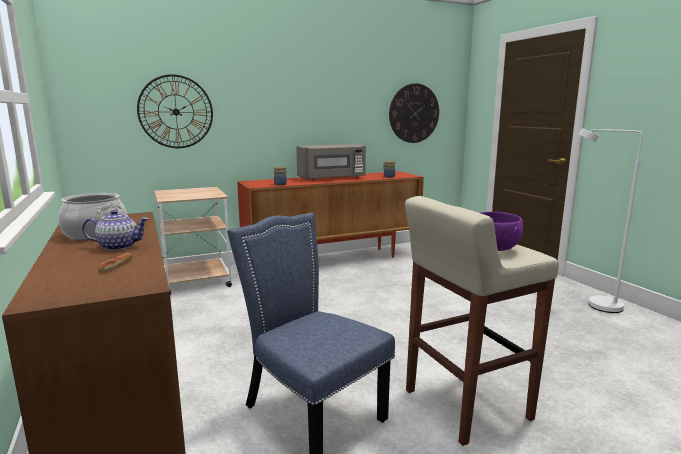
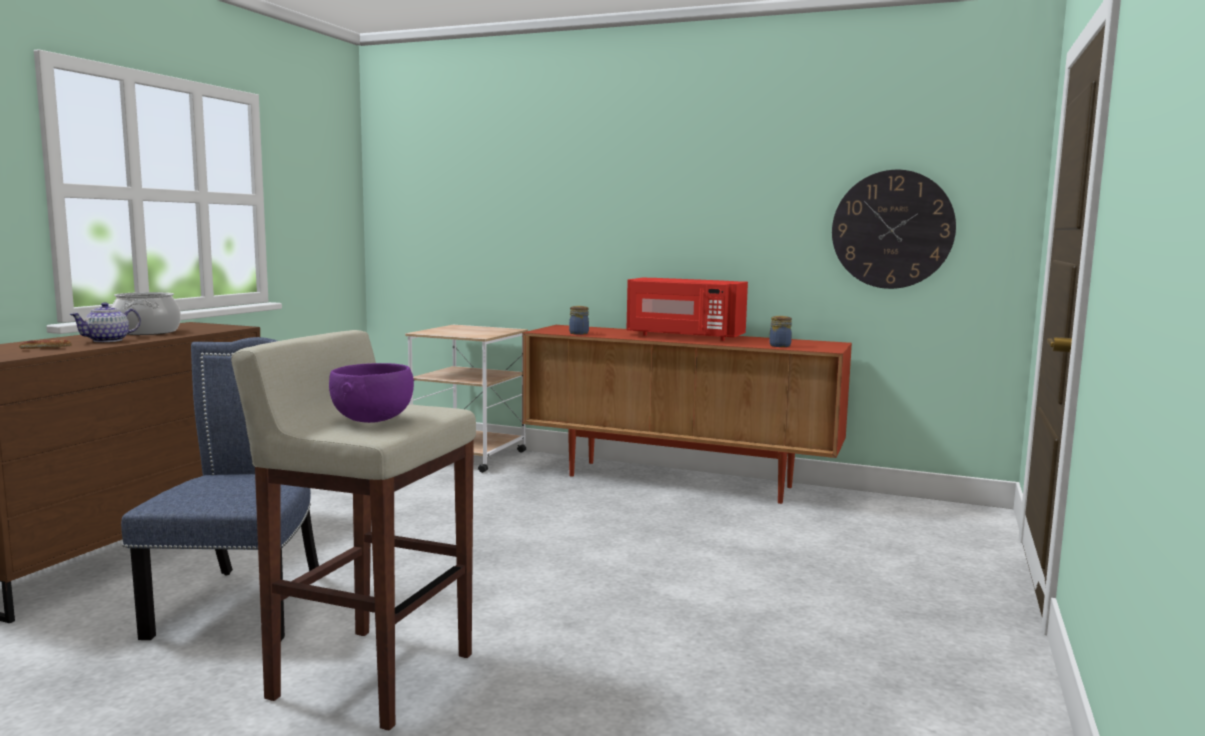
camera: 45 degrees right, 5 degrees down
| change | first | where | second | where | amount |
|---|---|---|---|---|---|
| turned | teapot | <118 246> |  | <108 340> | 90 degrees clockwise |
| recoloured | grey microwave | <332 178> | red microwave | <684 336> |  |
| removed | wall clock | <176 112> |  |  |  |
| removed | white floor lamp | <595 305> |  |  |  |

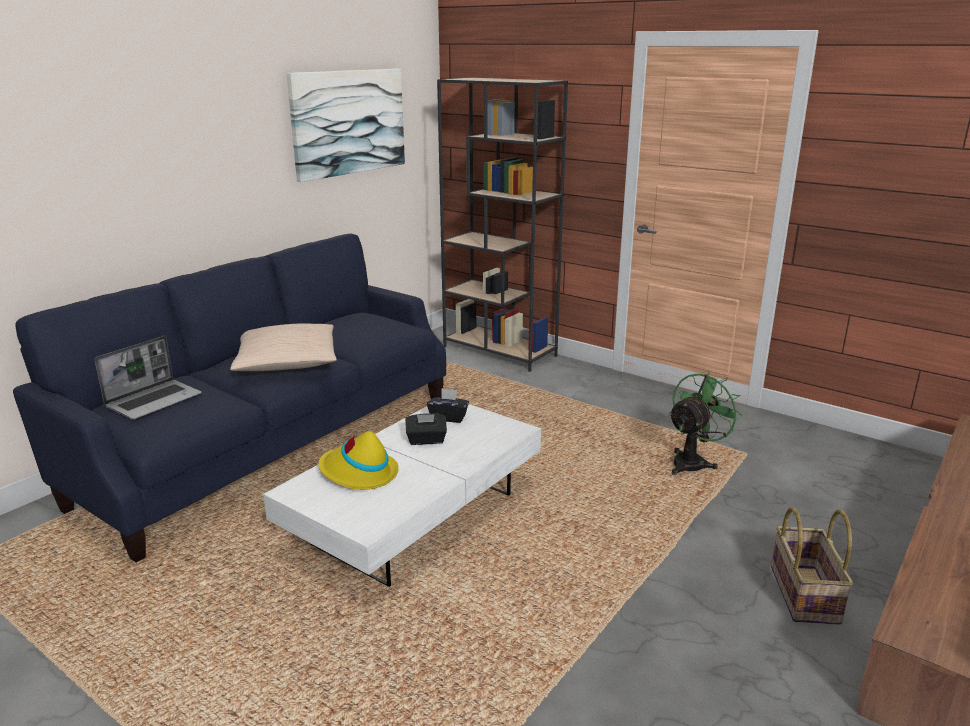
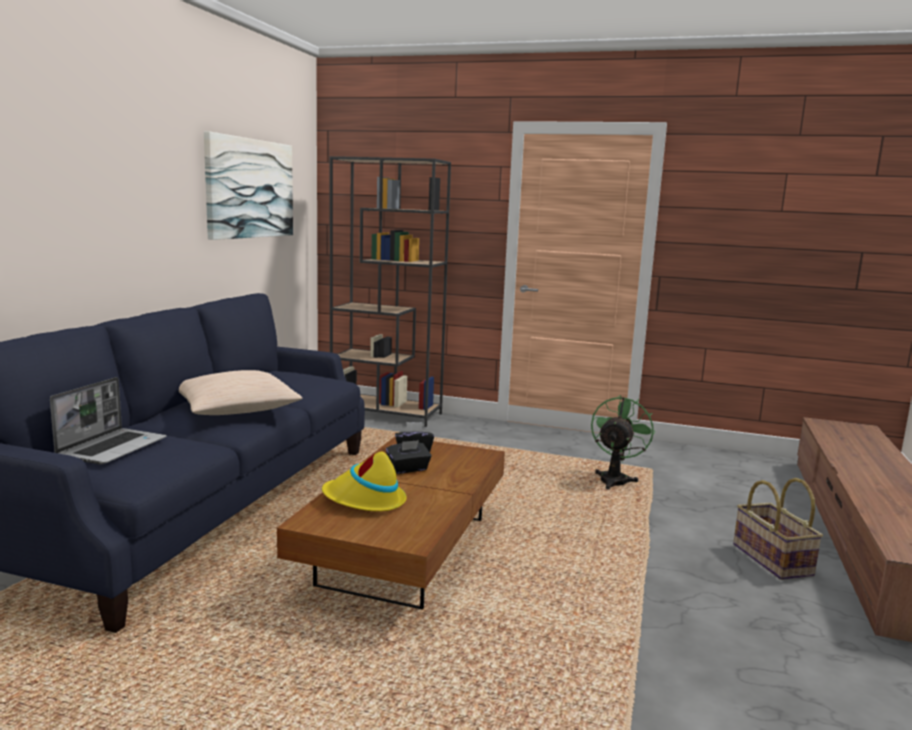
camera: 20 degrees left, 10 degrees down
| change | first | where | second | where | amount |
|---|---|---|---|---|---|
| recoloured | white coffee table | <415 519> | brown coffee table | <405 550> |  |

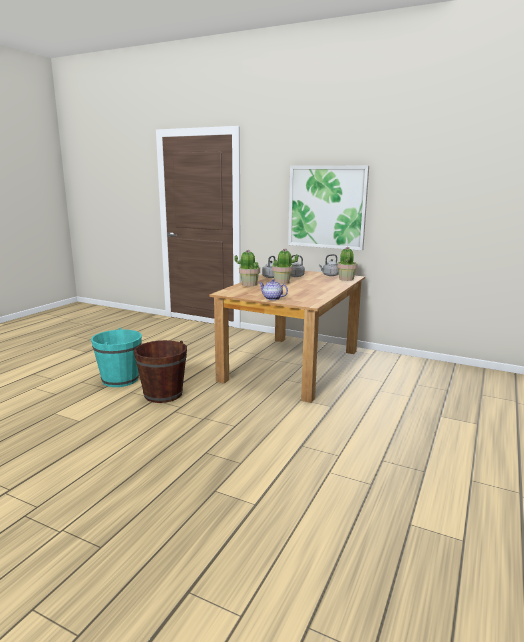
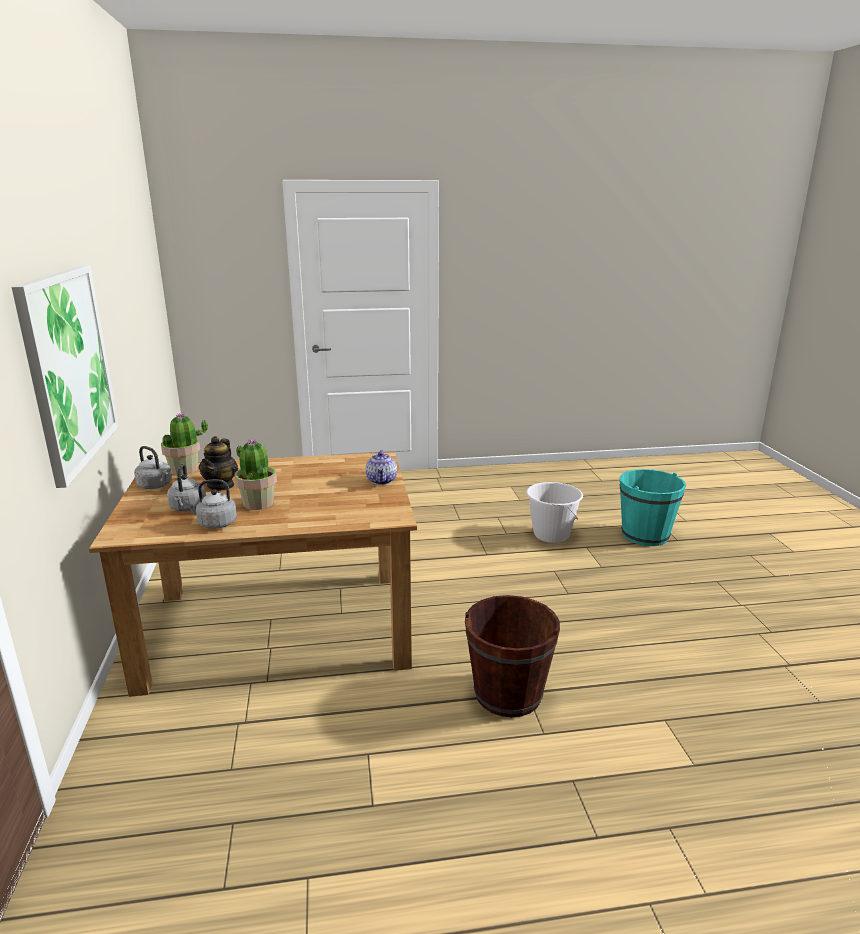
camera: 125 degrees left, 5 degrees up
| change | first | where | second | where | amount |
|---|---|---|---|---|---|
| added |  |  | teapot | <221 485> |  |
| added |  |  | white bucket | <551 535> |  |
| moved | turquoise bucket | <120 380> |  | <645 535> |  |
| removed | potted plant | <249 284> |  |  |  |

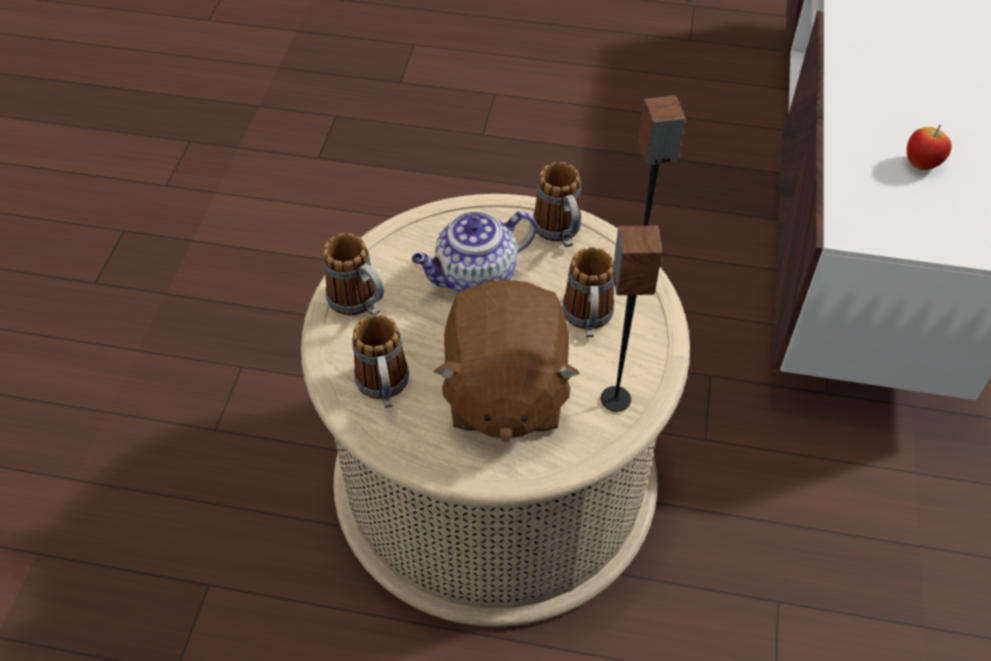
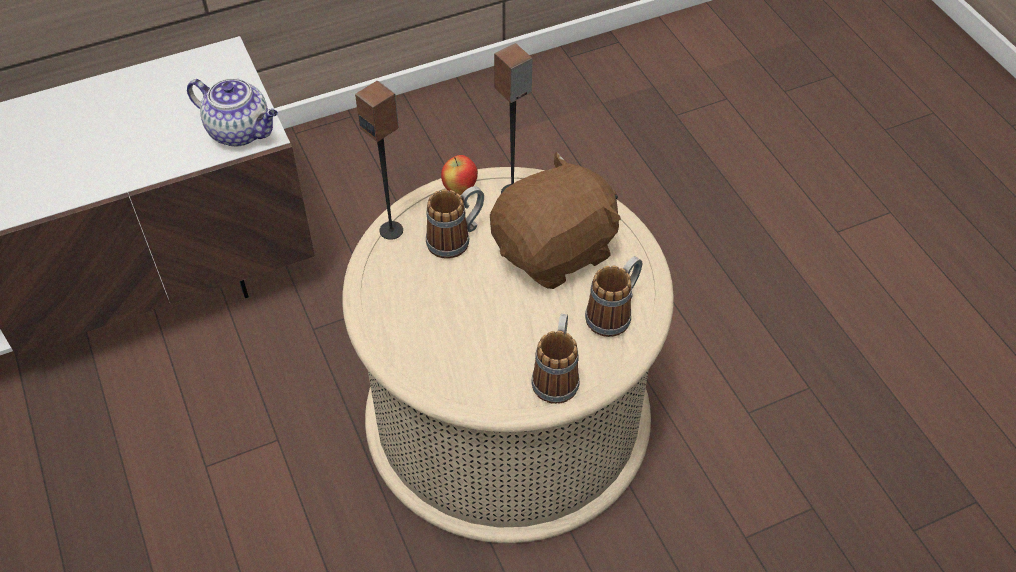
camera: 125 degrees left, 0 degrees up
| change | first | where | second | where | amount |
|---|---|---|---|---|---|
| moved | teapot | <475 277> |  | <241 131> |  |
| moved | apple | <921 164> |  | <460 189> |  |
| removed | mug | <560 233> |  |  |  |

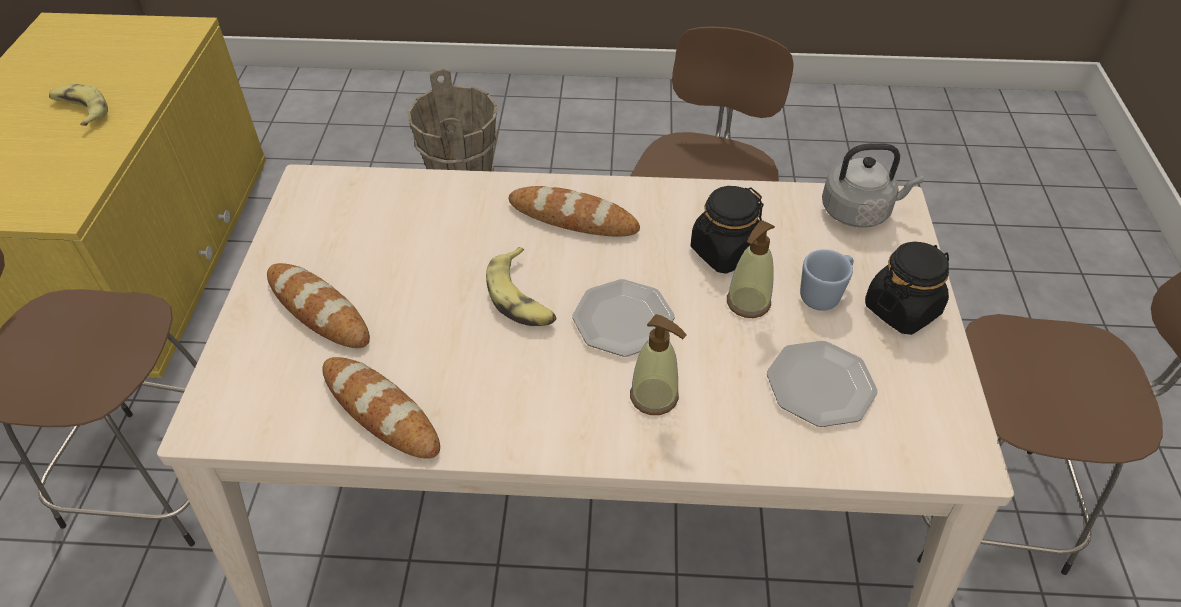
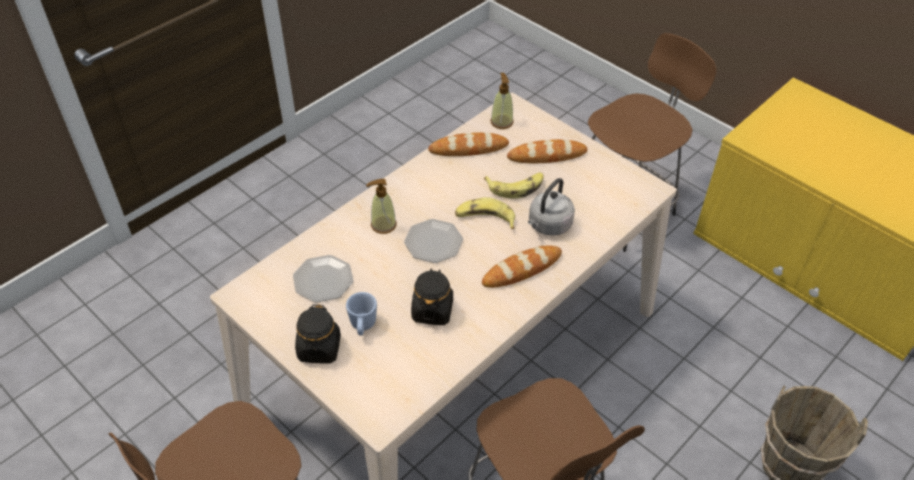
camera: 130 degrees right, 0 degrees up
| change | first | where | second | where | amount |
|---|---|---|---|---|---|
| moved | banana | <81 110> |  | <516 187> |  |
| moved | soap dispenser | <748 303> |  | <501 122> |  |
| moved | grey kettle | <859 211> |  | <548 225> |  |

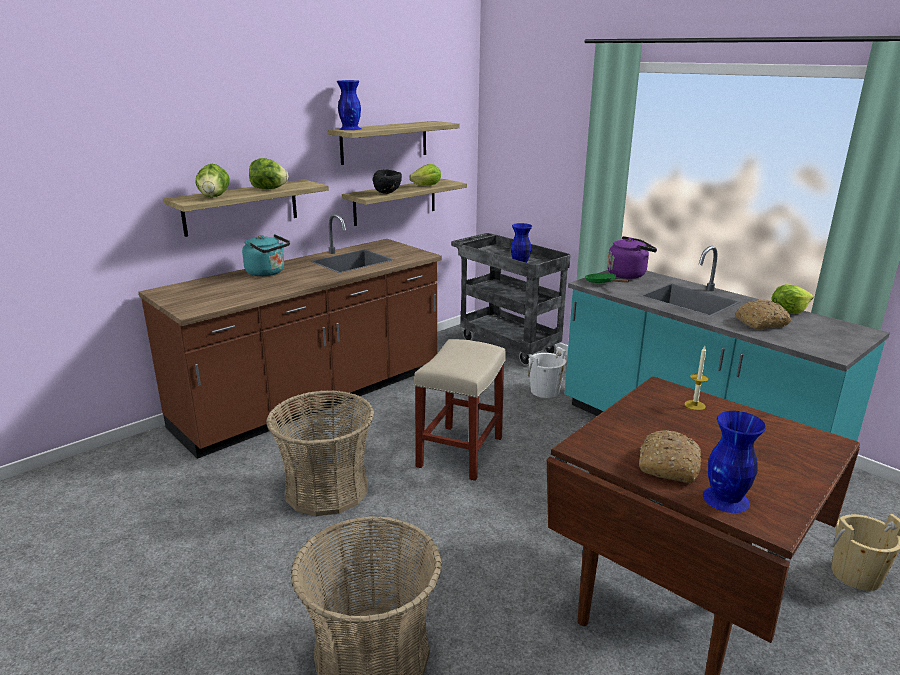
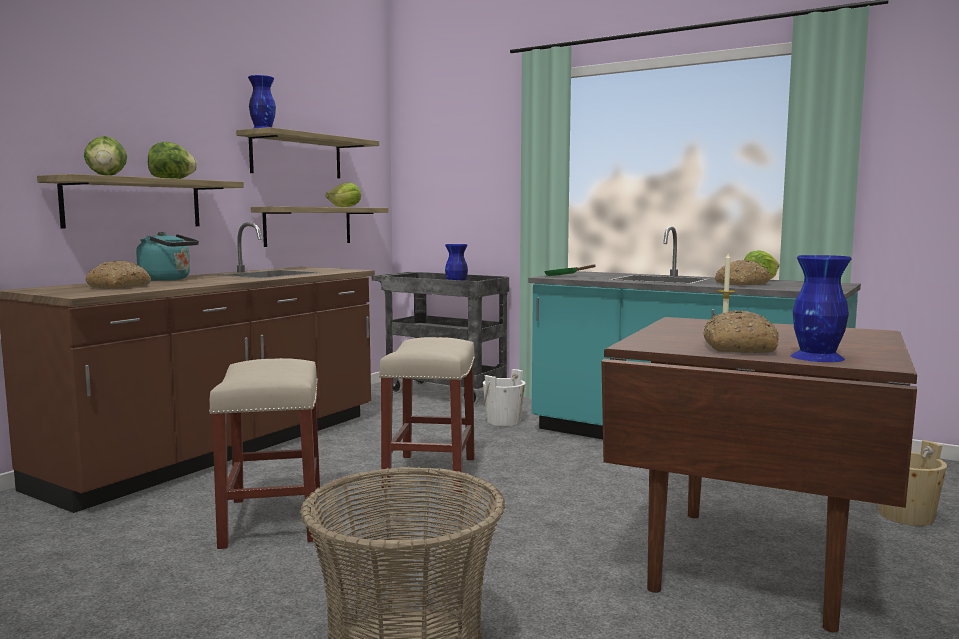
camera: 15 degrees left, 15 degrees down
| change | first | where | second | where | amount |
|---|---|---|---|---|---|
| added |  |  | bread | <119 286> |  |
| replaced | basket | <327 490> | beige stool | <273 520> |  |
| removed | black bowl | <388 193> |  |  |  |
| removed | purple kettle | <628 274> |  |  |  |

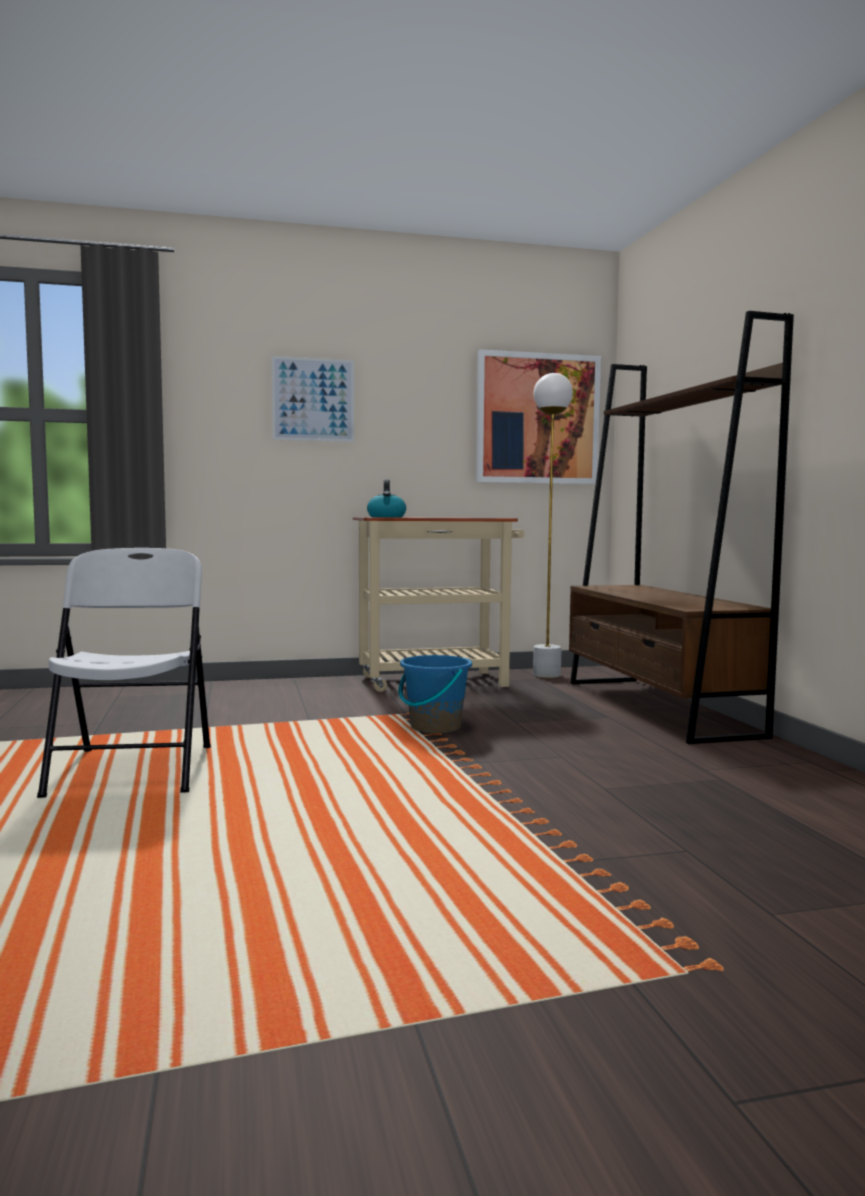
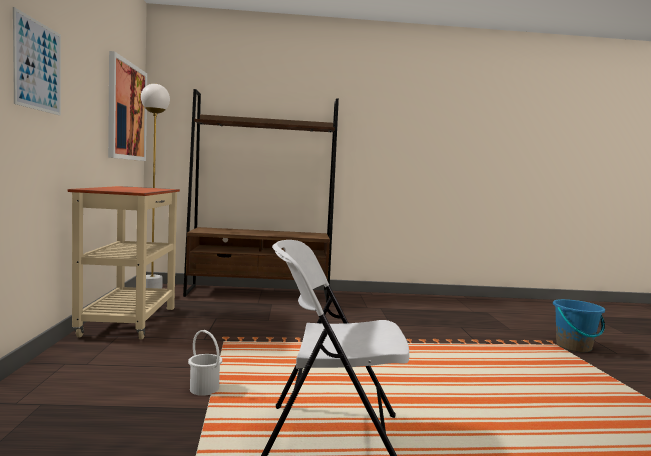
camera: 80 degrees left, 0 degrees up
| change | first | where | second | where | amount |
|---|---|---|---|---|---|
| added |  |  | white bucket | <204 389> |  |
| moved | blue bucket | <435 727> |  | <574 347> |  |
| removed | kettle | <386 517> |  |  |  |

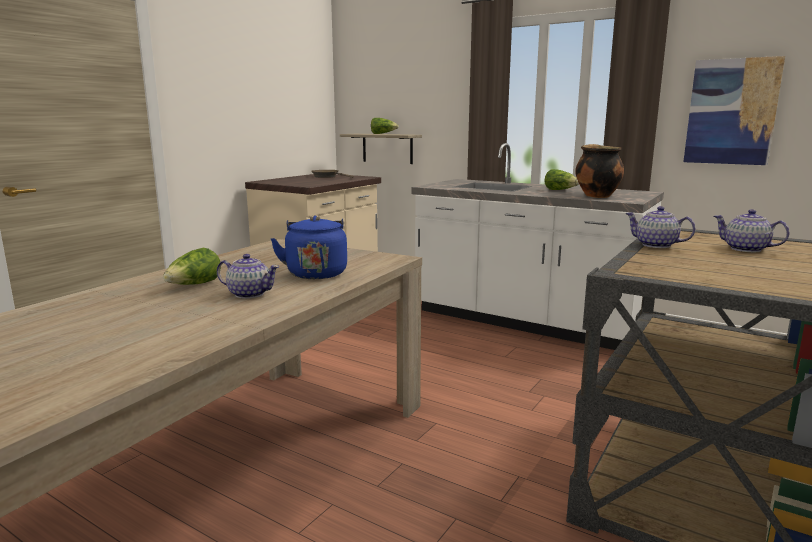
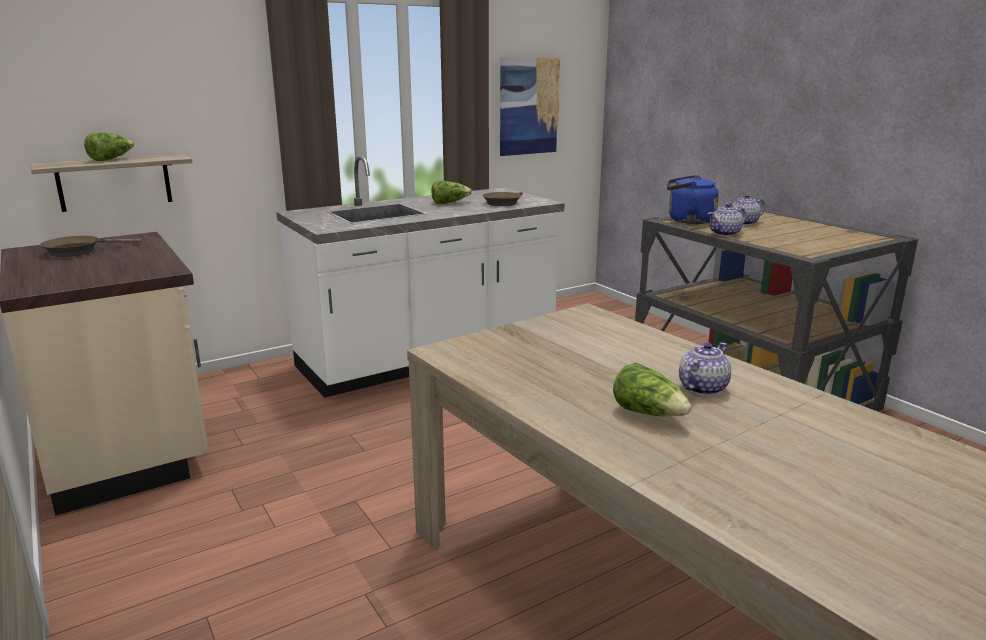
camera: 65 degrees left, 5 degrees up
| change | first | where | second | where | amount |
|---|---|---|---|---|---|
| replaced | cooking pot | <596 196> | brown frying pan | <503 203> |  |
| moved | blue kettle | <316 273> |  | <687 221> |  |

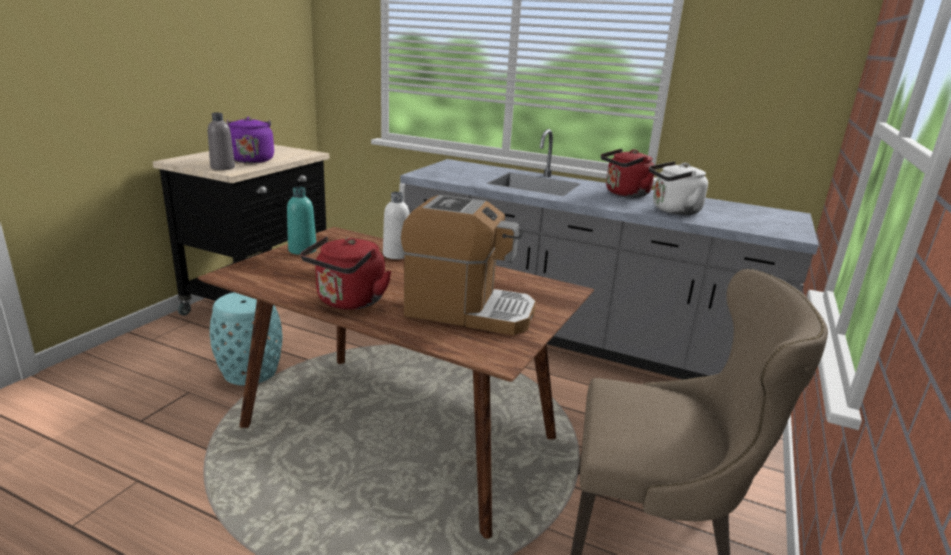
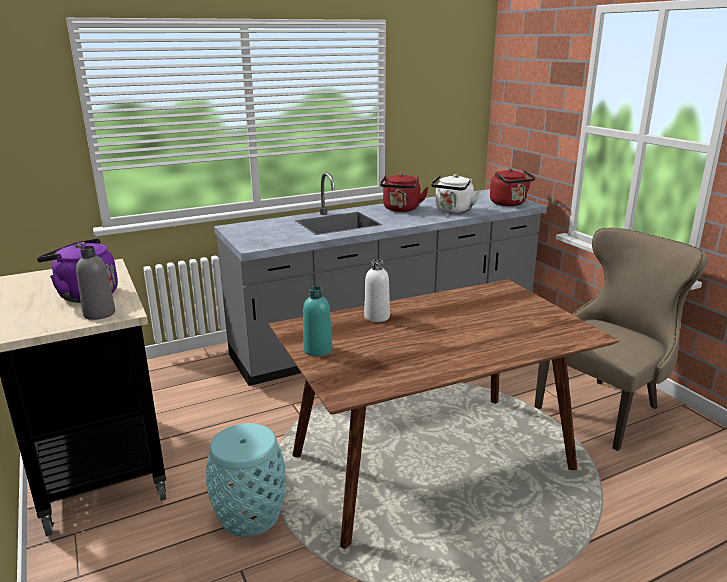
camera: 50 degrees left, 0 degrees up
| change | first | where | second | where | amount |
|---|---|---|---|---|---|
| moved | red kettle | <348 302> |  | <509 204> |  |
| removed | coffee machine | <468 311> |  |  |  |

